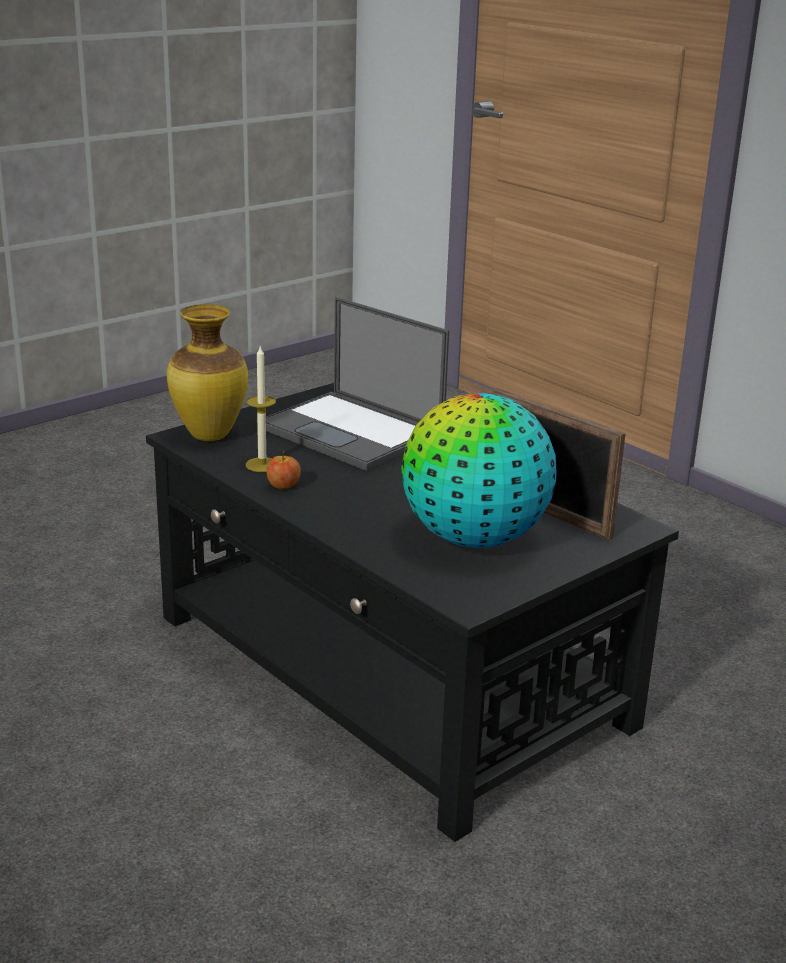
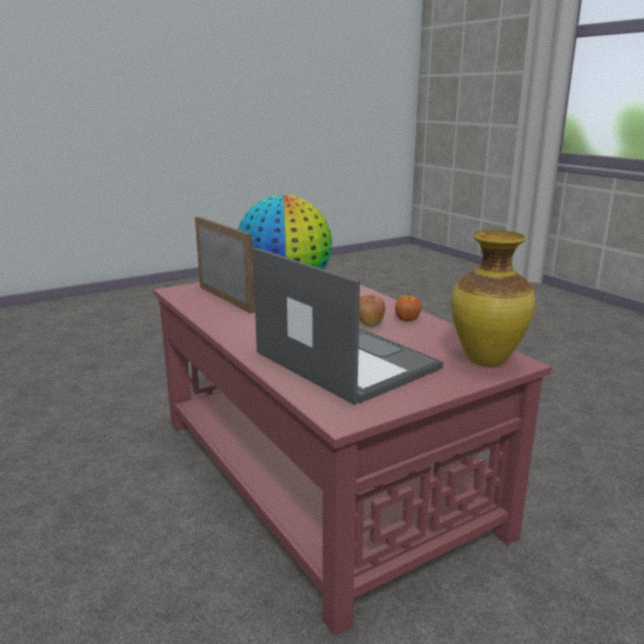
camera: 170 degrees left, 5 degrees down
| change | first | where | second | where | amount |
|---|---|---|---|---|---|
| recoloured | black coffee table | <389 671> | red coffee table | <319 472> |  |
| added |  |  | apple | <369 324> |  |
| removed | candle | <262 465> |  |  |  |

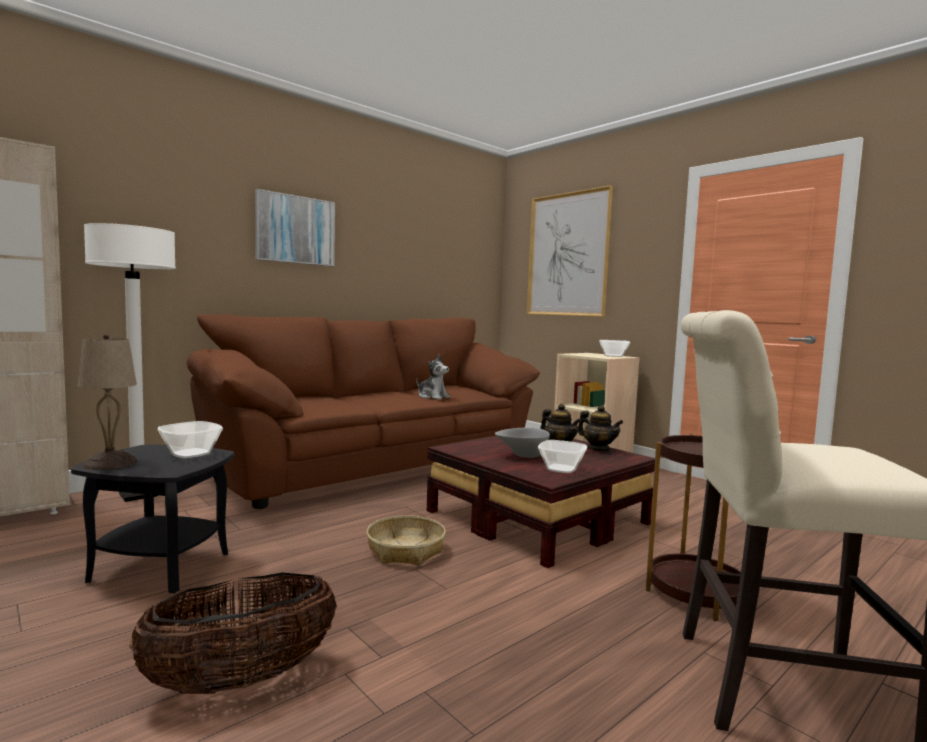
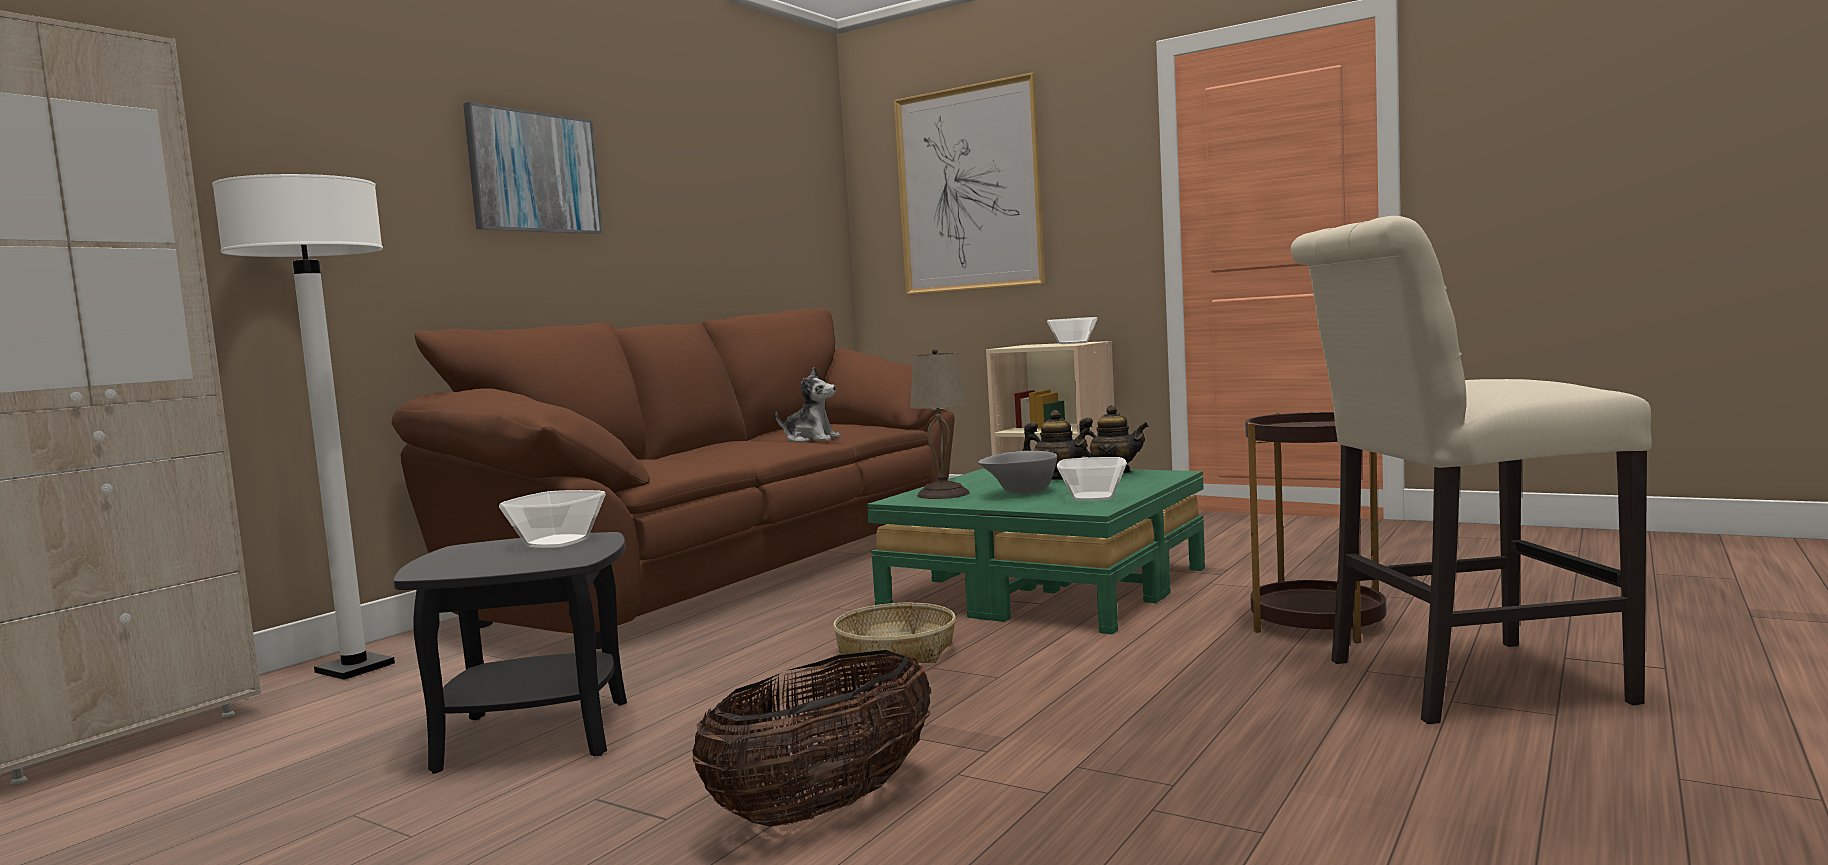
camera: 15 degrees left, 0 degrees up
| change | first | where | second | where | amount |
|---|---|---|---|---|---|
| recoloured | brown coffee table | <537 516> | green coffee table | <1044 586> |  |
| moved | beige table lamp | <111 462> |  | <943 494> |  |

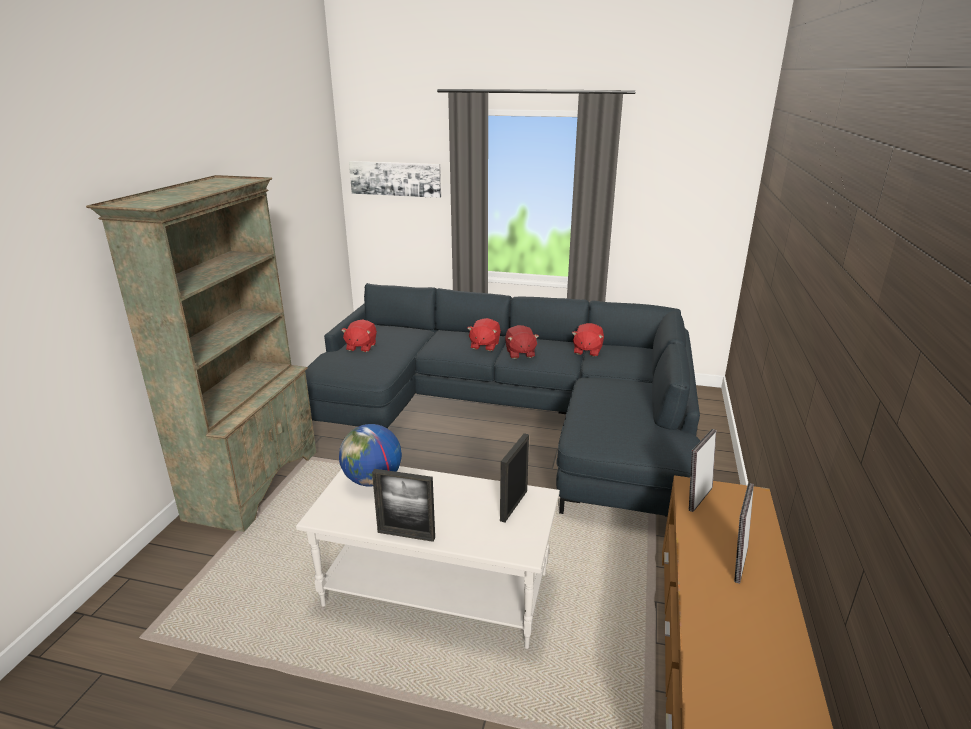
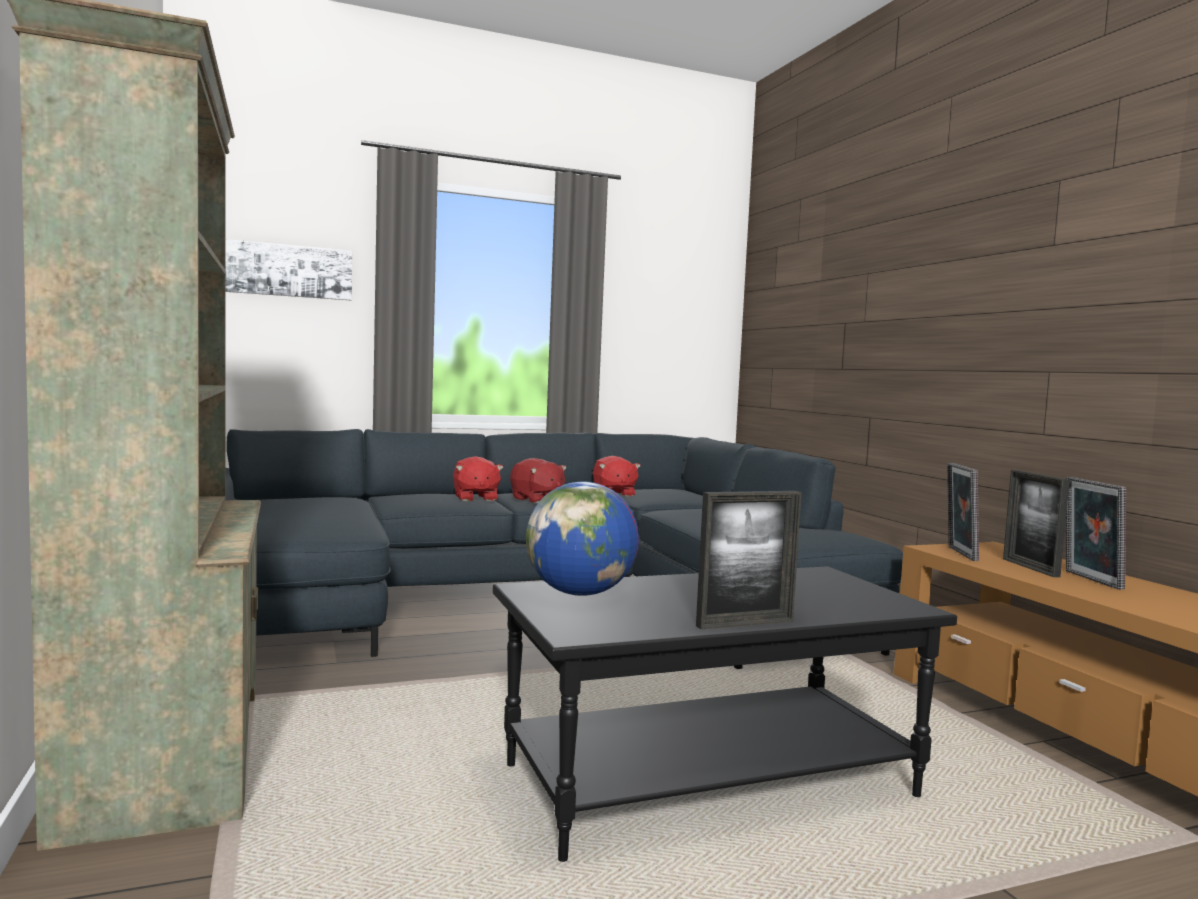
camera: 35 degrees left, 20 degrees down
| change | first | where | second | where | amount |
|---|---|---|---|---|---|
| recoloured | white coffee table | <438 588> | black coffee table | <709 780> |  |
| moved | picture frame | <513 505> |  | <1030 567> |  |
| removed | red plush toy | <361 347> |  |  |  |

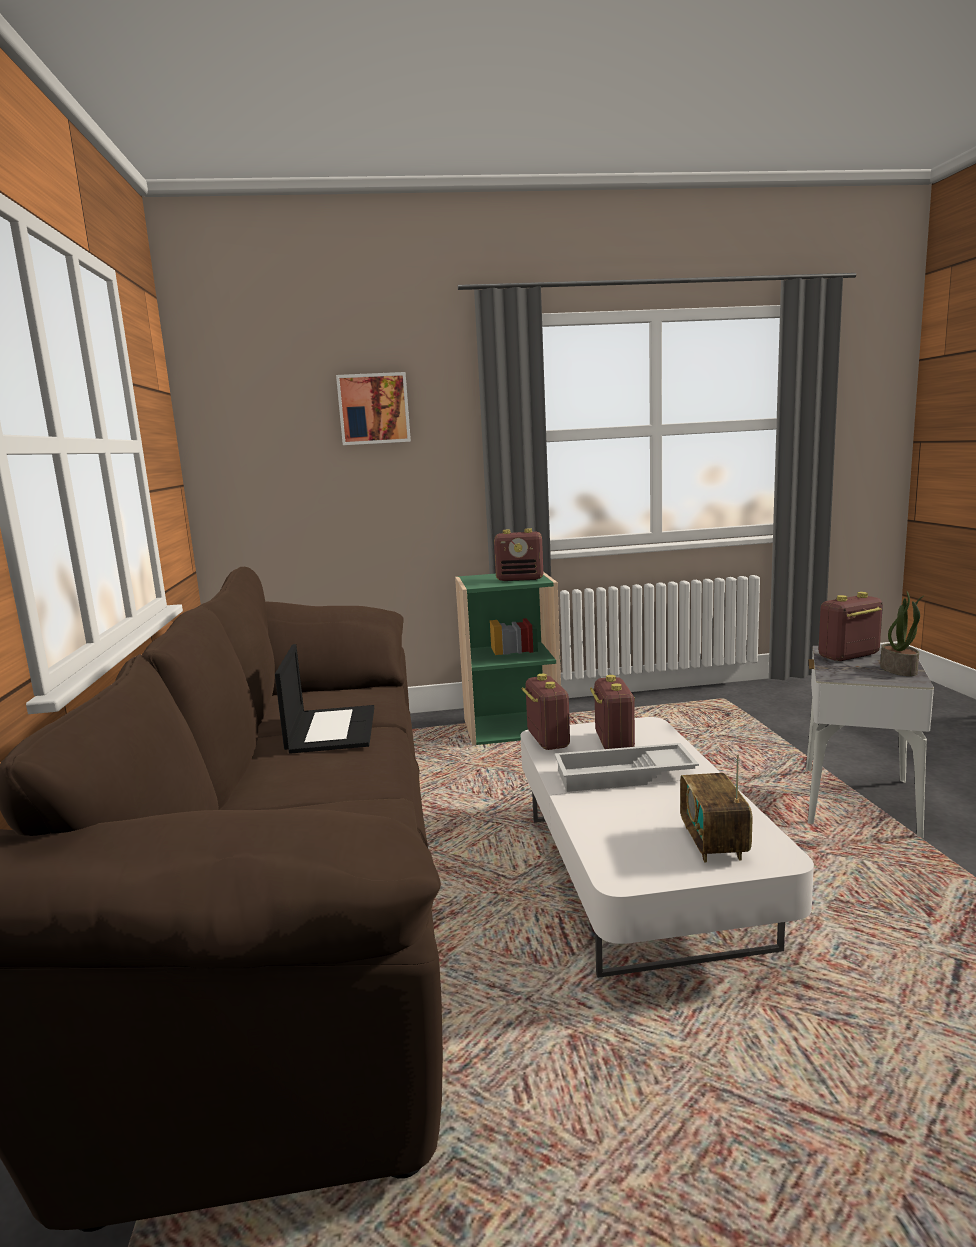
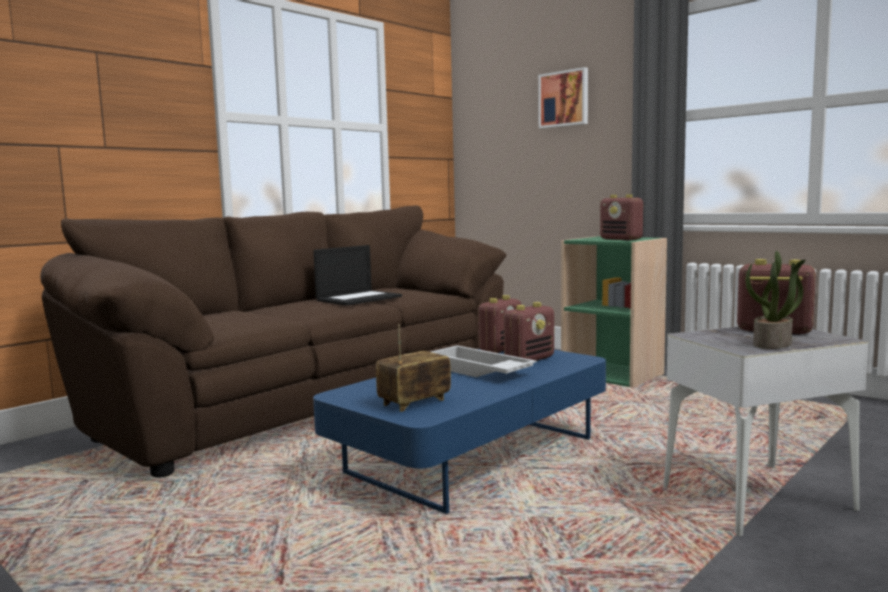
camera: 50 degrees right, 5 degrees down
| change | first | where | second | where | amount |
|---|---|---|---|---|---|
| recoloured | white coffee table | <638 877> | blue coffee table | <473 456> |  |

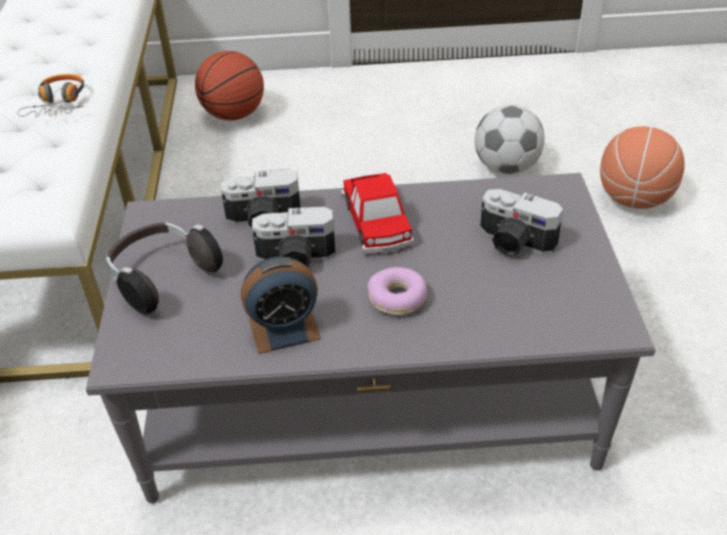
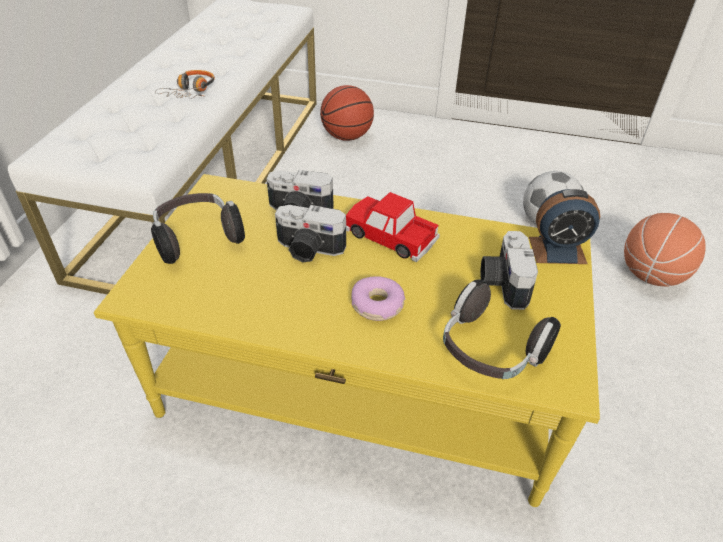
camera: 15 degrees right, 0 degrees up
| change | first | where | second | where | amount |
|---|---|---|---|---|---|
| recoloured | grey coffee table | <371 403> | yellow coffee table | <360 387> |  |
| turned | toy car | <377 223> |  | <389 236> | 120 degrees clockwise |
| added |  |  | headphones | <490 351> |  |
| turned | photo camera | <514 243> |  | <502 283> | 45 degrees clockwise |
| moved | alarm clock | <284 328> |  | <557 250> |  |

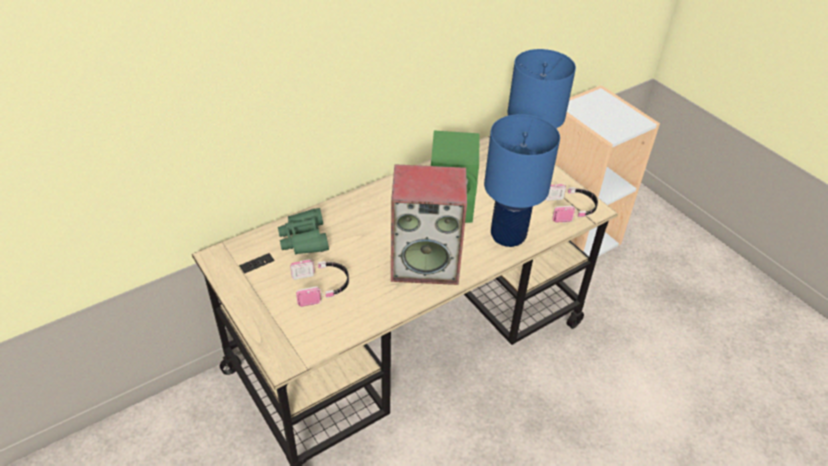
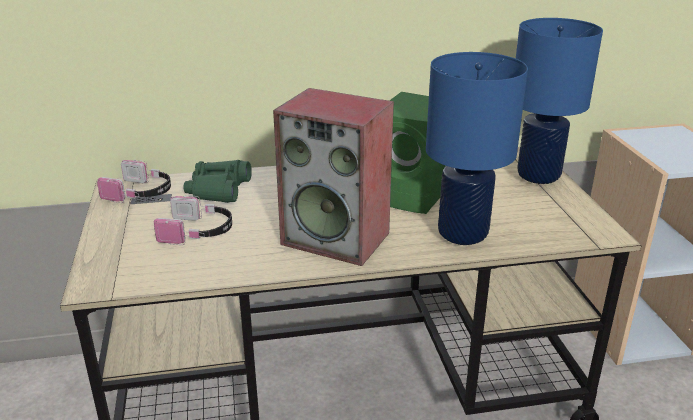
camera: 25 degrees right, 15 degrees down
| change | first | where | second | where | amount |
|---|---|---|---|---|---|
| moved | headphones | <571 209> |  | <140 193> |  |

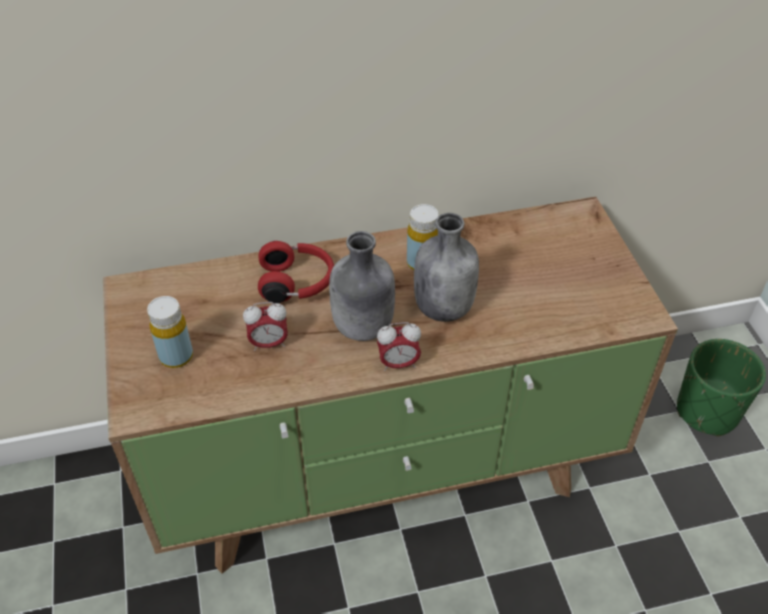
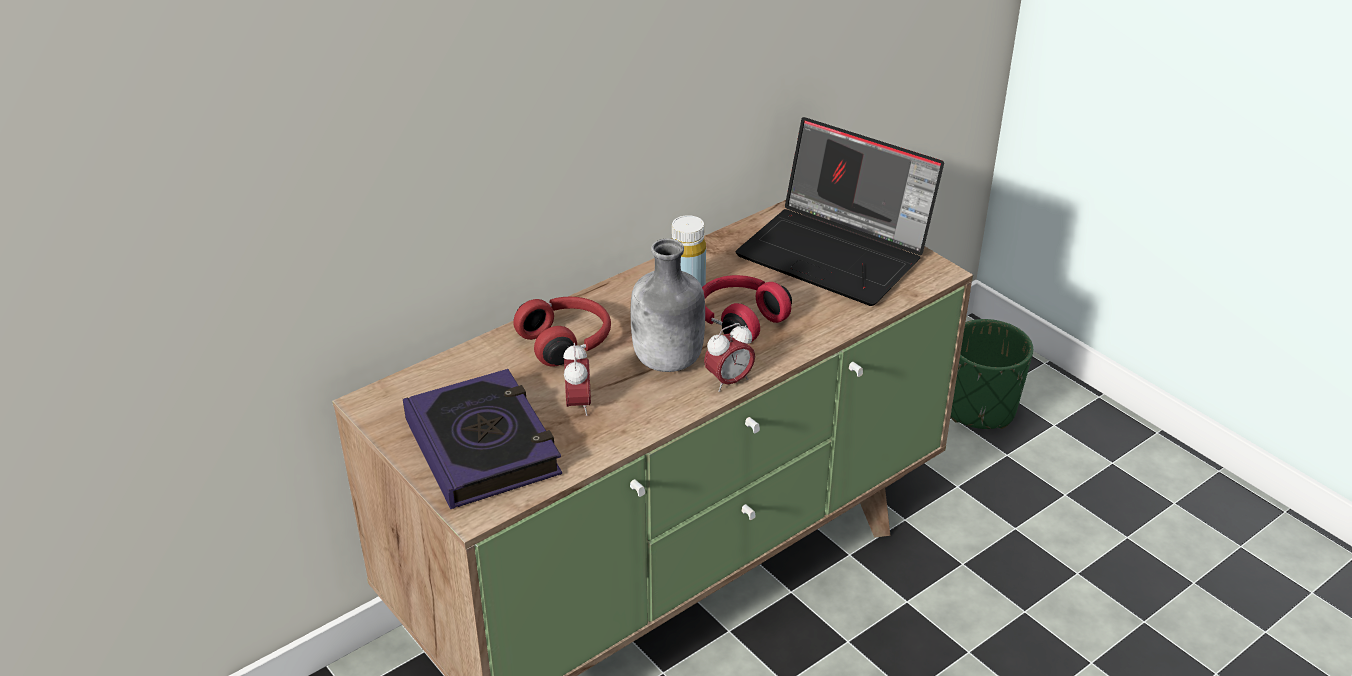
camera: 25 degrees left, 10 degrees down
| change | first | where | second | where | amount |
|---|---|---|---|---|---|
| replaced | yellow bottle | <176 356> | book | <483 447> |  |
| turned | alarm clock | <269 344> |  | <578 405> | 60 degrees counterclockwise |
| replaced | grey bottle | <444 307> | red headphones | <738 320> |  |
| added |  |  | laptop | <837 253> |  |

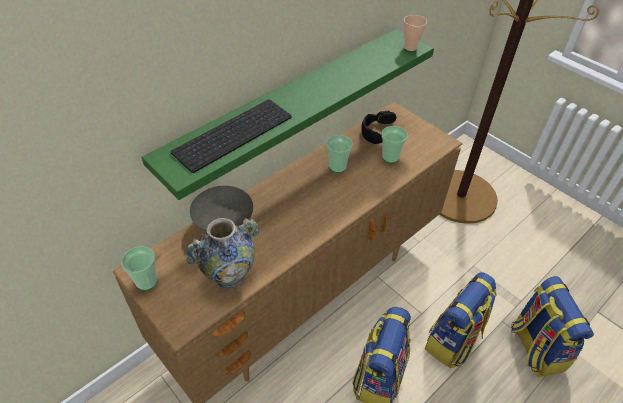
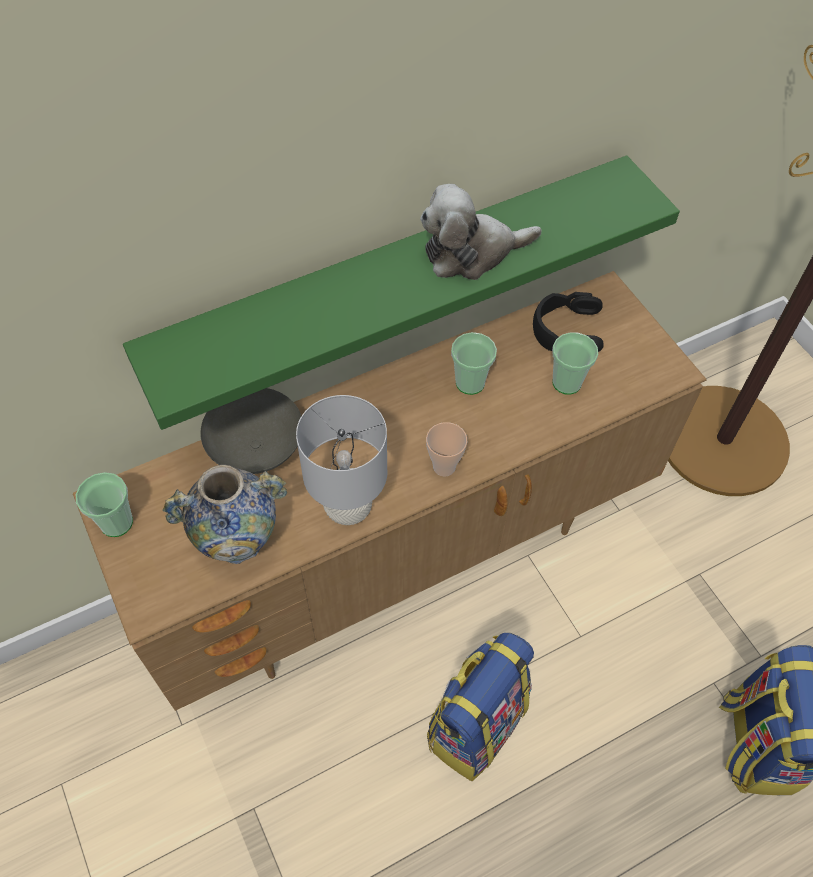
camera: 15 degrees right, 10 degrees up
| change | first | where | second | where | amount |
|---|---|---|---|---|---|
| added |  |  | grey table lamp | <348 506> |  |
| added |  |  | plush toy | <471 252> |  |
| moved | cup | <410 47> |  | <444 466> |  |
| removed | keyboard | <233 133> |  |  |  |
| removed | backpack | <453 341> |  |  |  |

